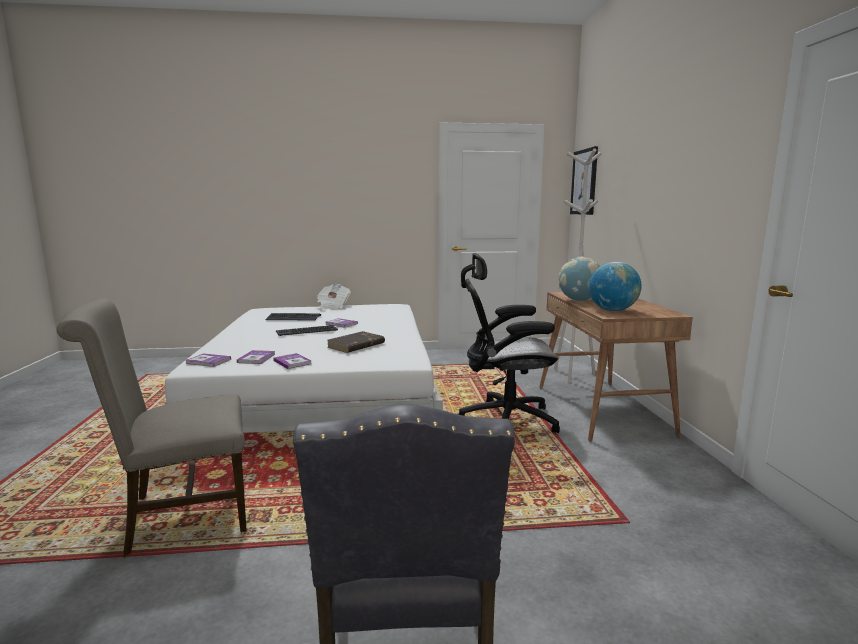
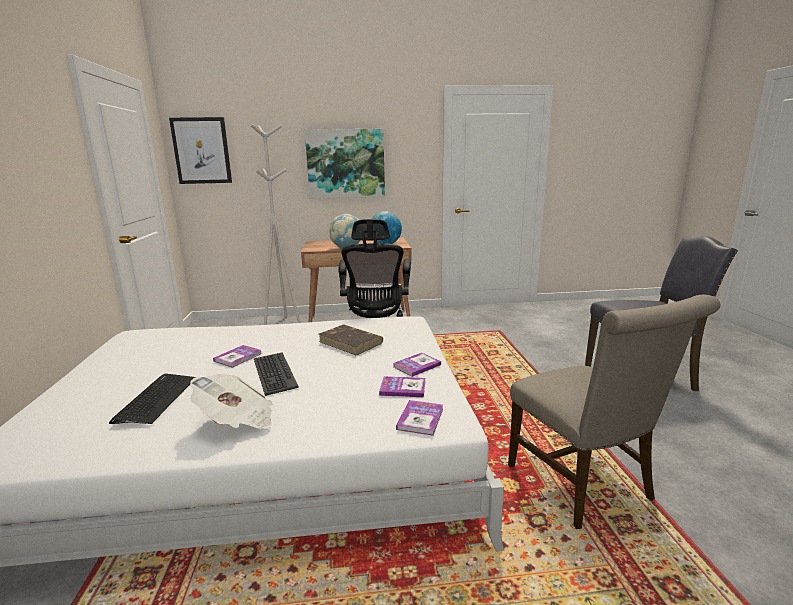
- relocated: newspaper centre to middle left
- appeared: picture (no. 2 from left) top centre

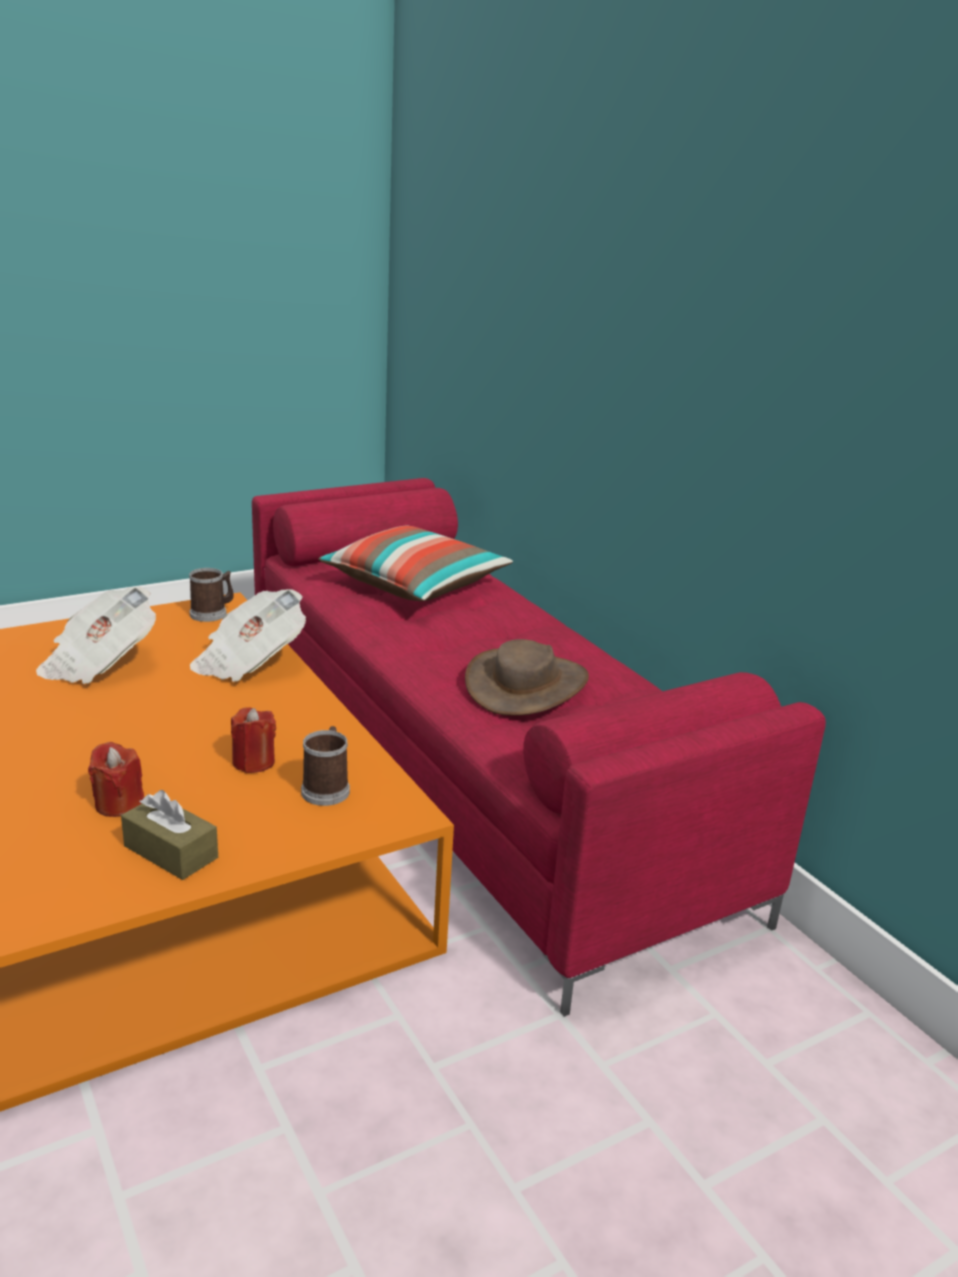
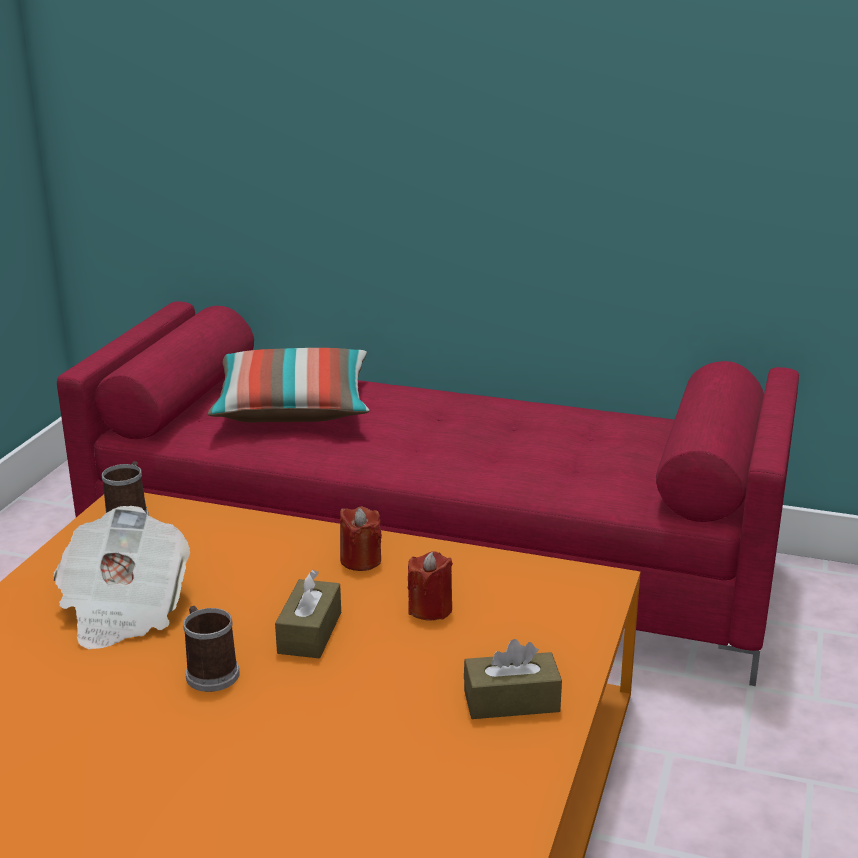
- relocated: mug (no. 2 from left) centre to bottom left
- appeared: brown-coloured tissue box (no. 1 from left) bottom centre
- relocated: red wax candle (no. 1 from left) middle left to centre
- missing: newspaper (no. 2 from left) middle left
- missing: brown-coloured clothing hat centre

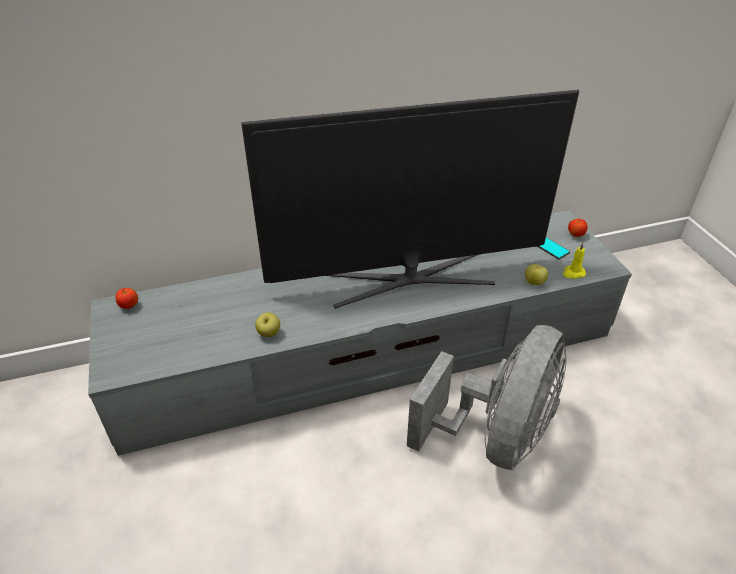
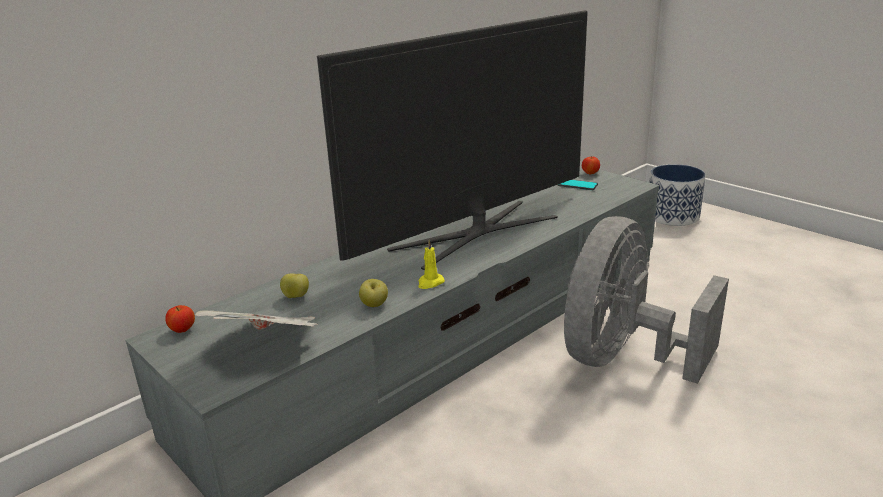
- appeared: newspaper middle left
- relocated: whole apple (no. 3 from left in the first image) middle right to whole apple (no. 2 from left) middle left
- relocated: yellowish wax candle middle right to centre
- spun: grey fan bottom centre = middle right 150 degrees counterclockwise
- appeared: planter middle right

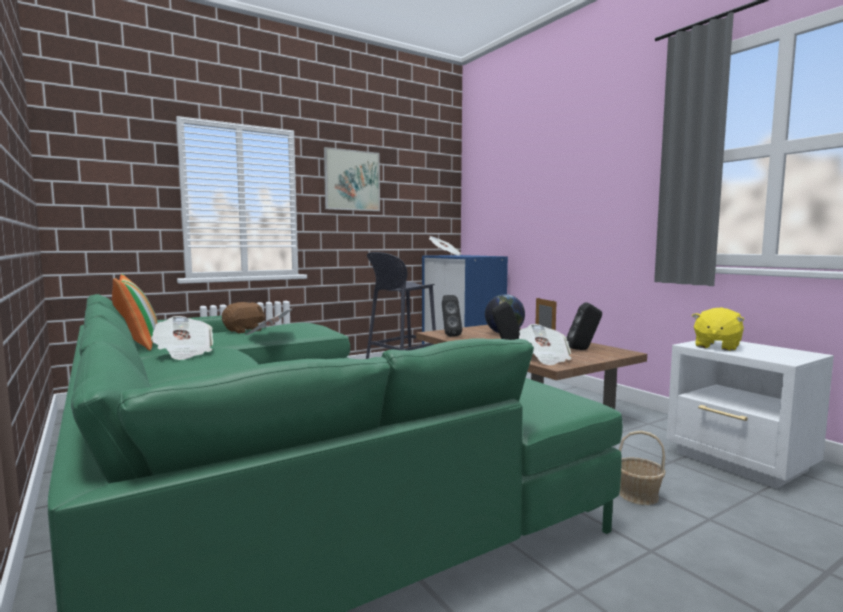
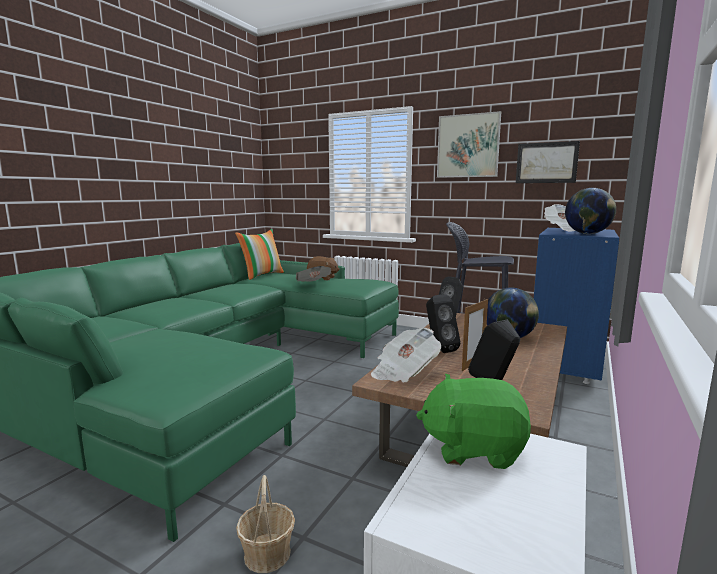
- colour: yellowish plush toy middle right to green-coloured plush toy bottom centre
- appeared: picture (no. 2 from left) top right
- appeared: globe (no. 2 from left) middle right
- missing: newspaper (no. 1 from left) middle left

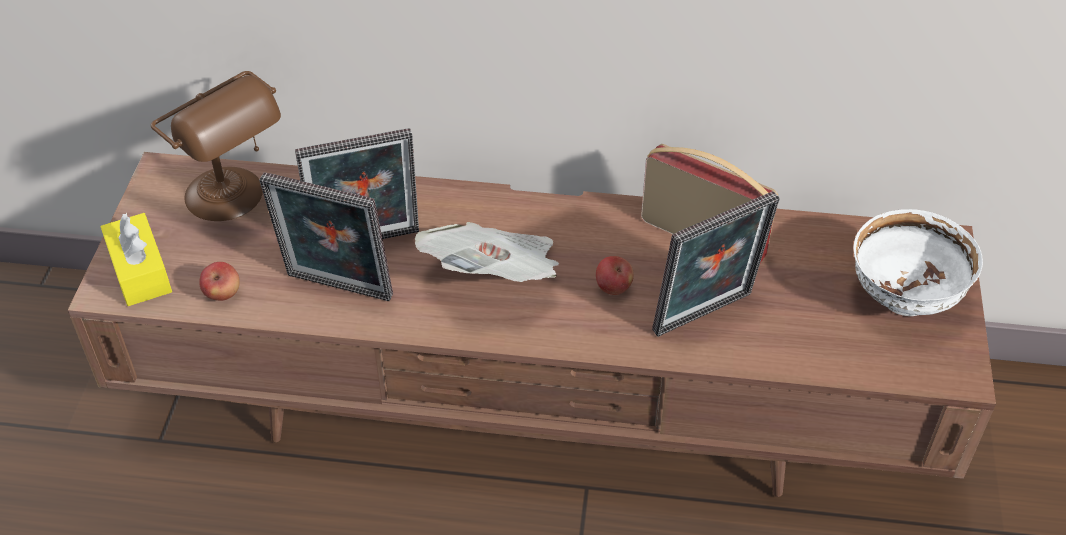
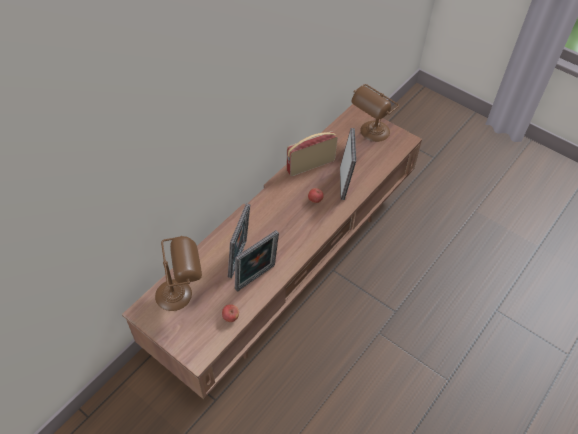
- exchanged: white-coloured serving bowl middle right to brown-coloured tabletop lamp (no. 2 from left) top centre
- missing: yellowish tissue box middle left
- missing: newspaper centre

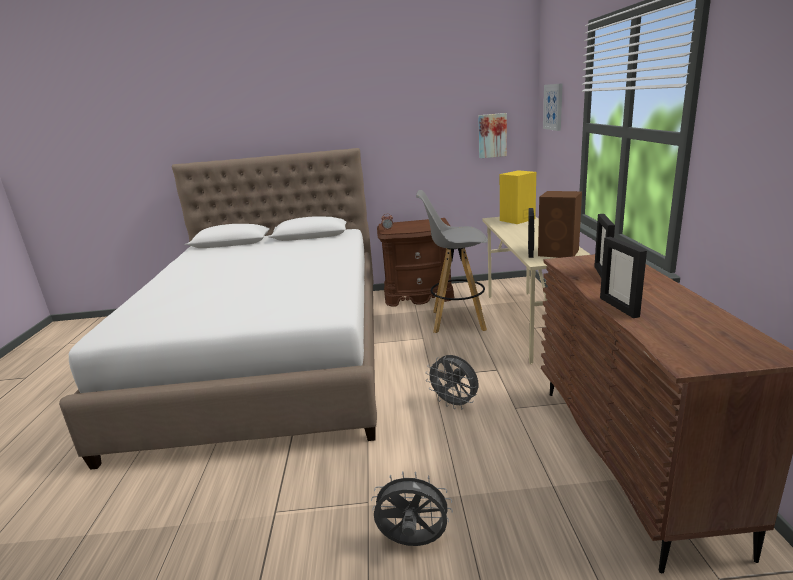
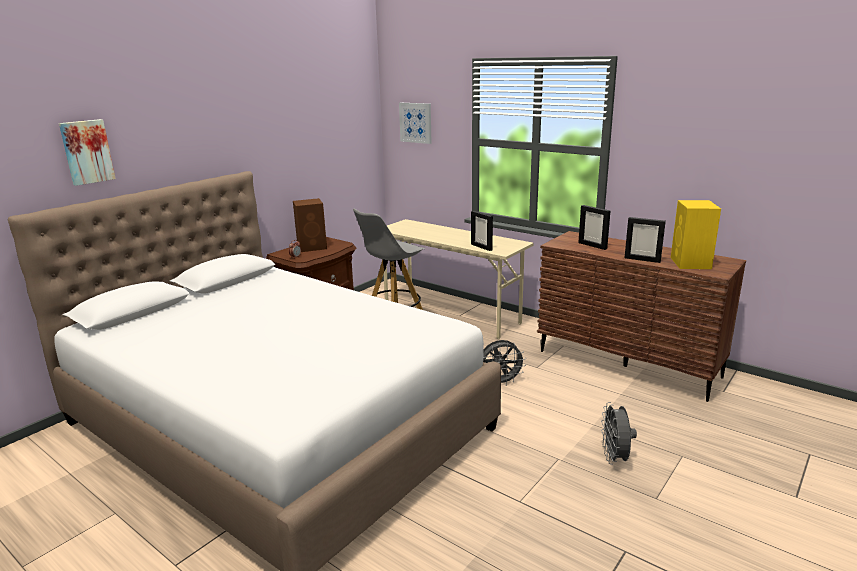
- relocated: picture (no. 1 from left) top centre to top left
- relocated: brown-coloured audio speaker middle right to centre
- spun: grey fan (no. 1 from left in the first image) bottom centre = bottom right 45 degrees counterclockwise
- relocated: yellowish audio speaker centre to middle right

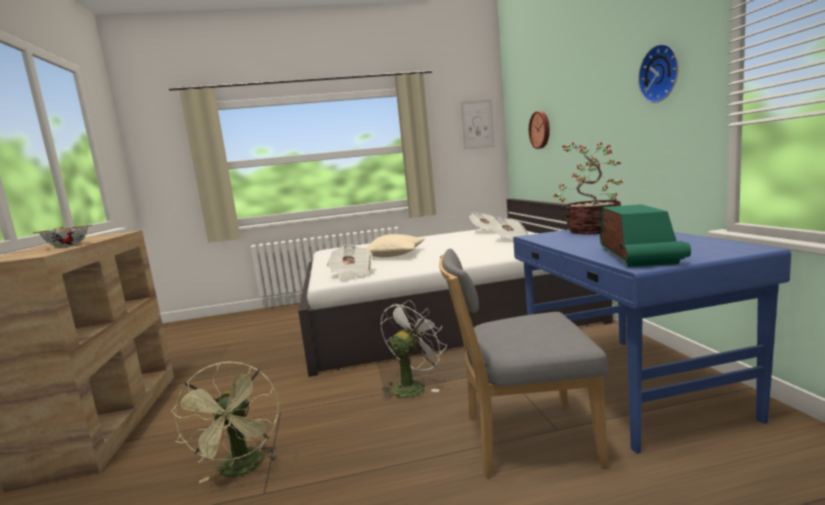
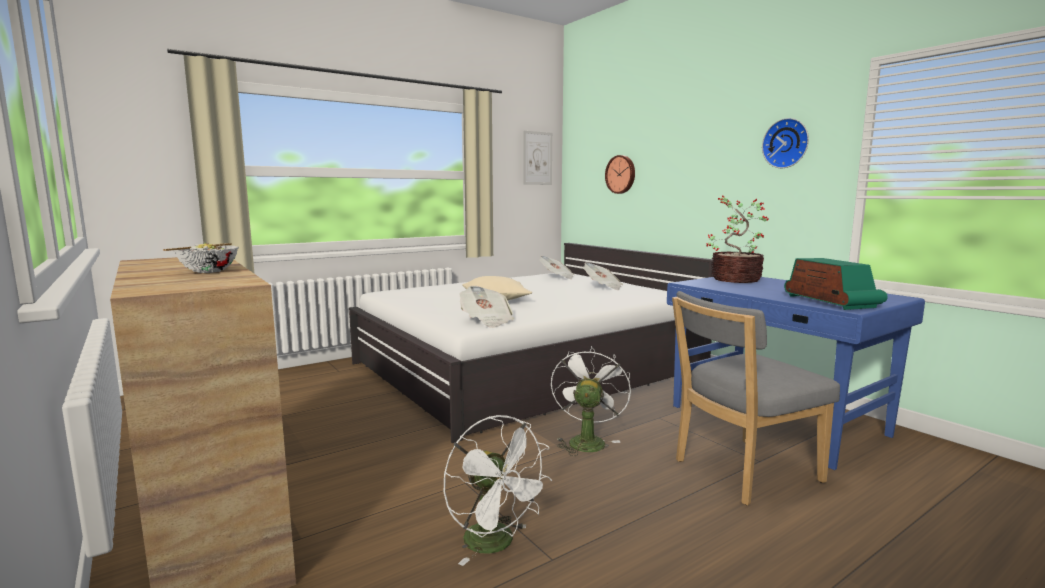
- colour: green-coloured fan bottom left to white-coloured fan (no. 1 from left) bottom centre

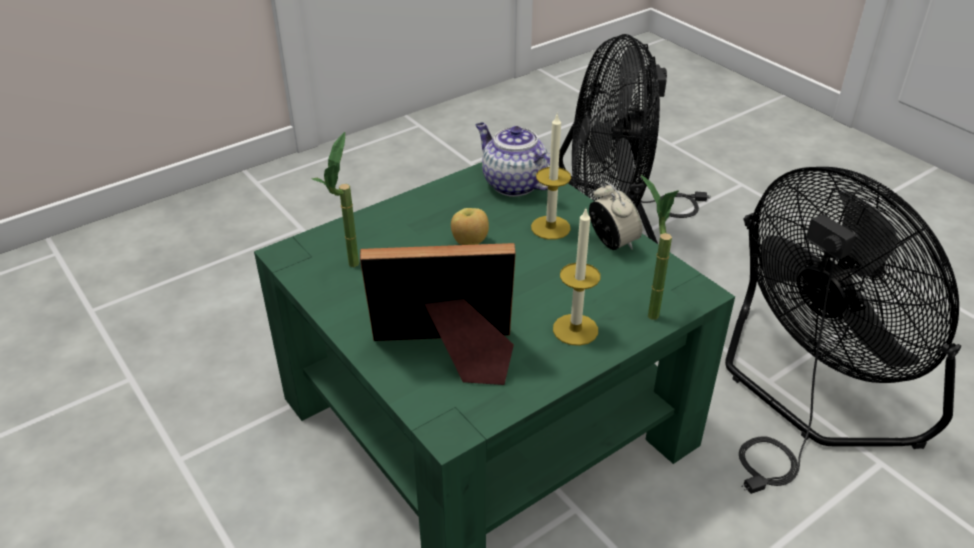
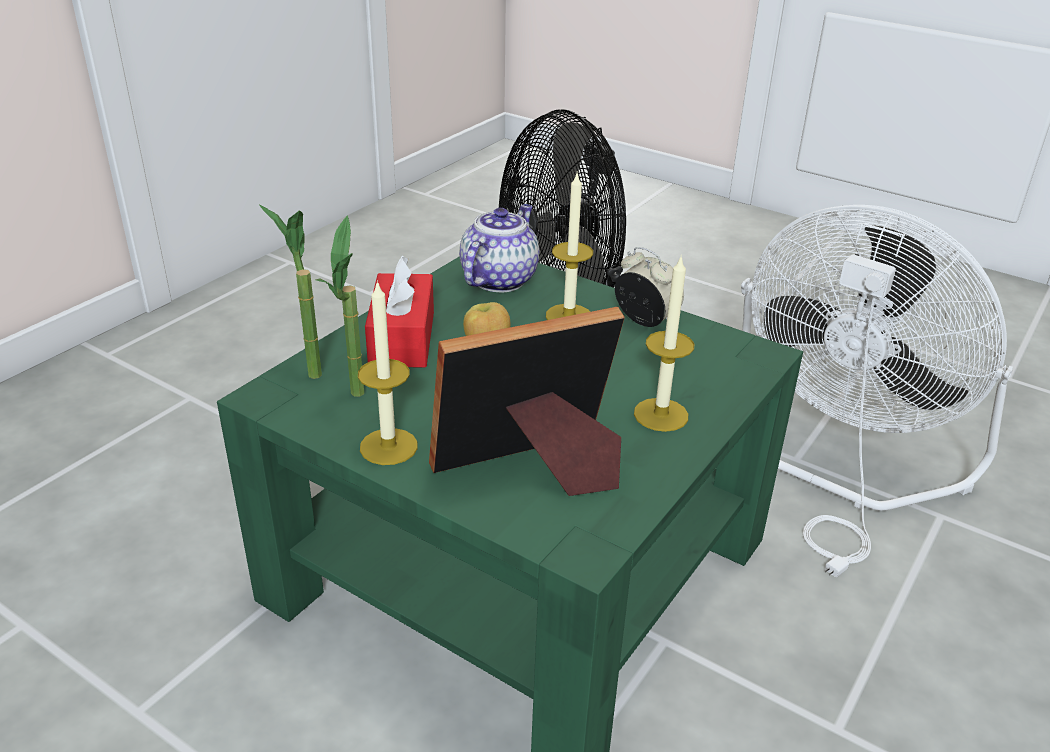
- relocated: plant in a pot (no. 2 from left in the first image) middle right to plant in a pot (no. 1 from left) middle left
- appeared: wax candle (no. 1 from left) centre
- appeared: red tissue box centre
- spun: teapot top centre = top centre 90 degrees clockwise
- colour: black-coloured fan (no. 2 from left) middle right to white-coloured fan middle right

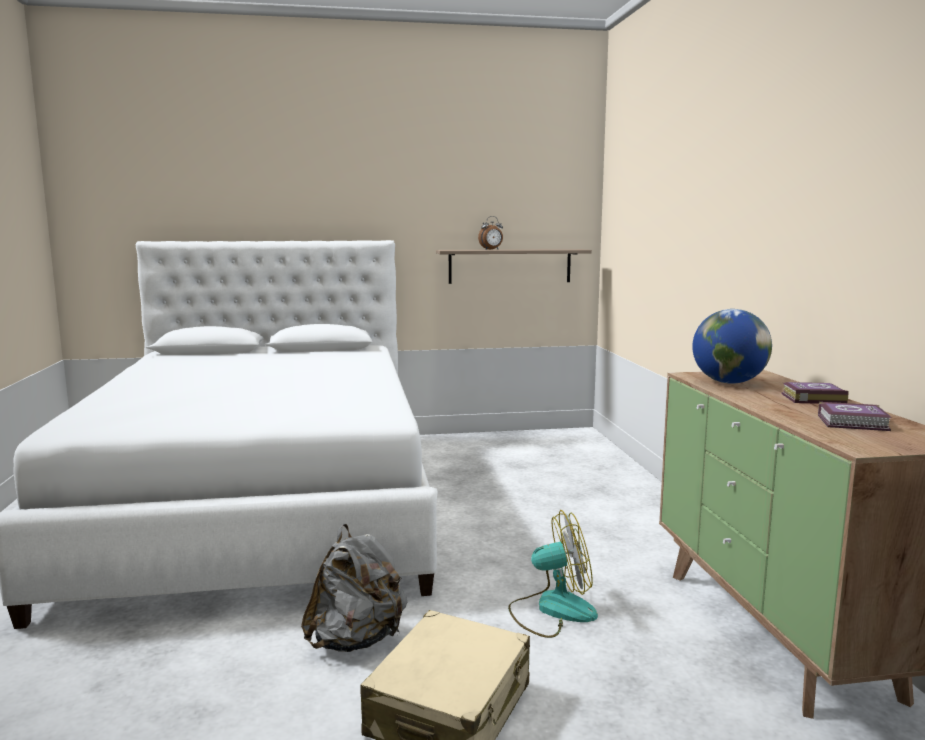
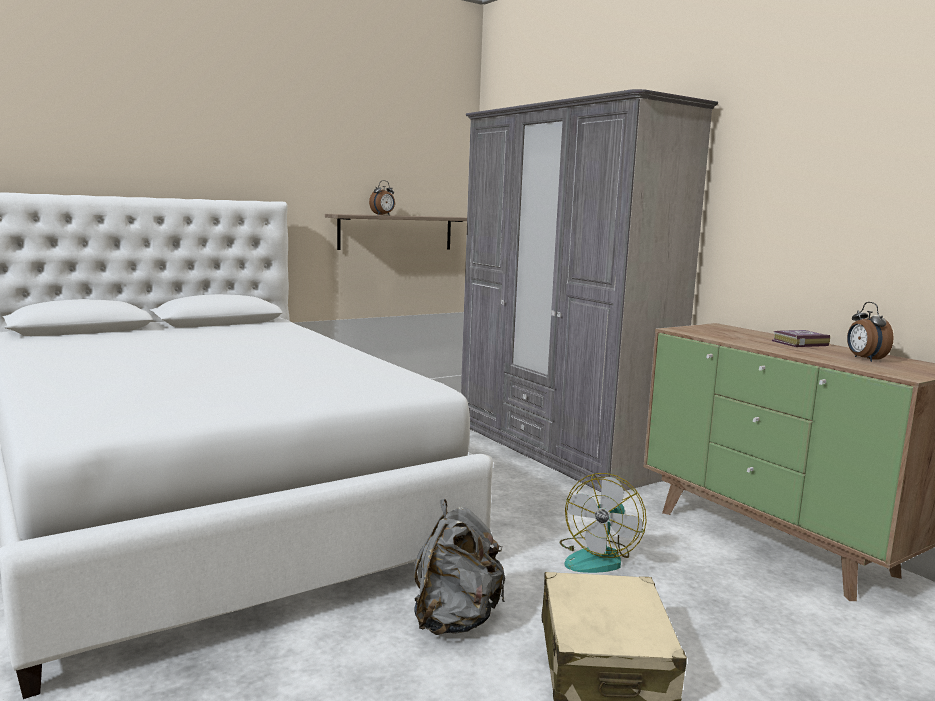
- appeared: grey wardrobe centre
- spun: fan bottom centre = bottom centre 150 degrees clockwise
- exchanged: bound book (no. 2 from left) middle right to table clock (no. 2 from left) middle right
- missing: globe middle right

